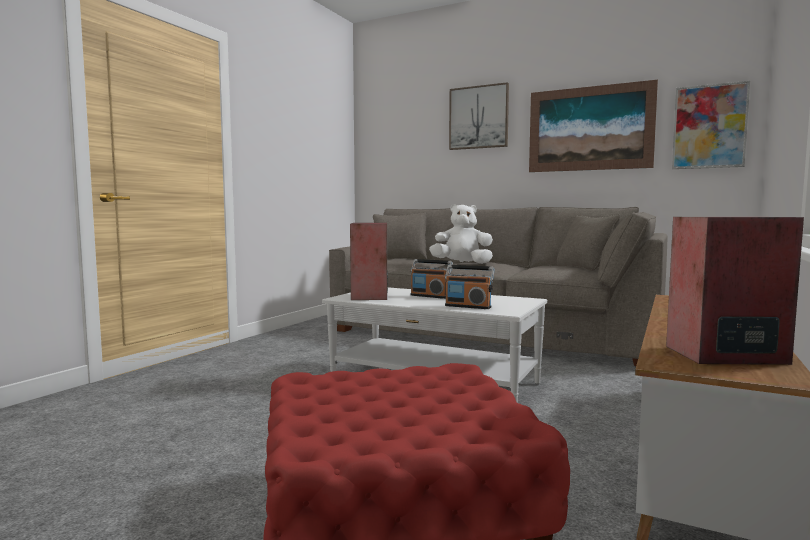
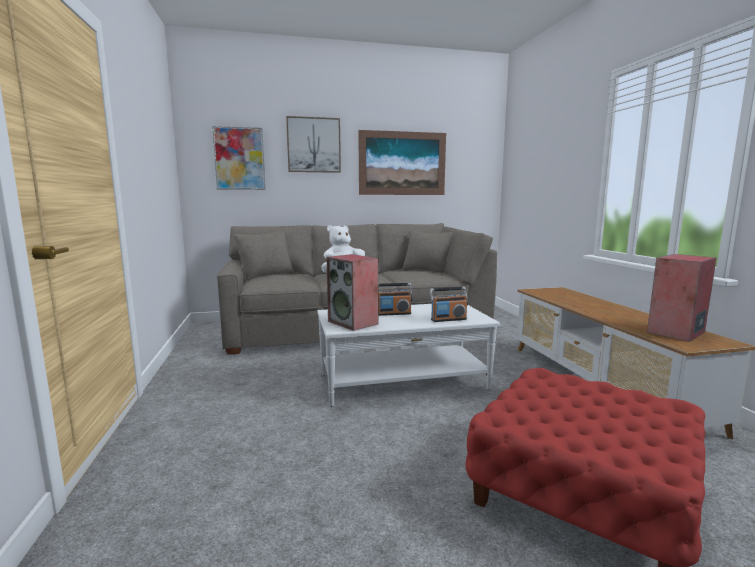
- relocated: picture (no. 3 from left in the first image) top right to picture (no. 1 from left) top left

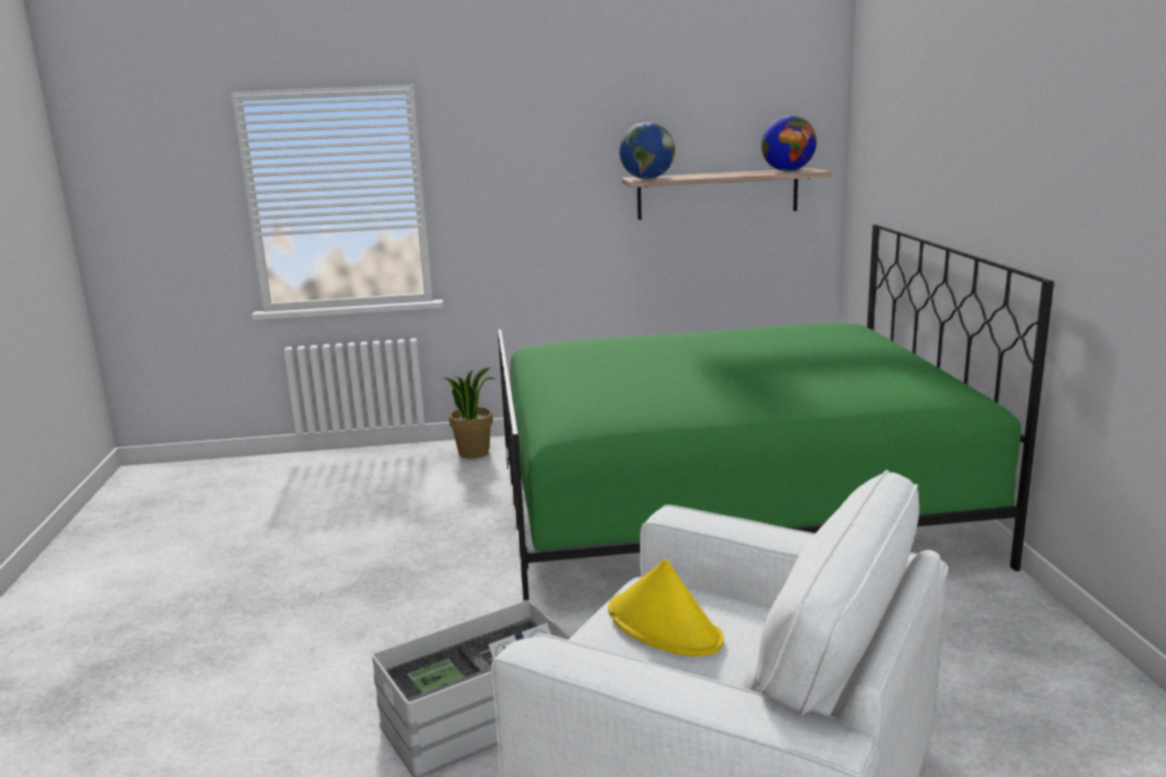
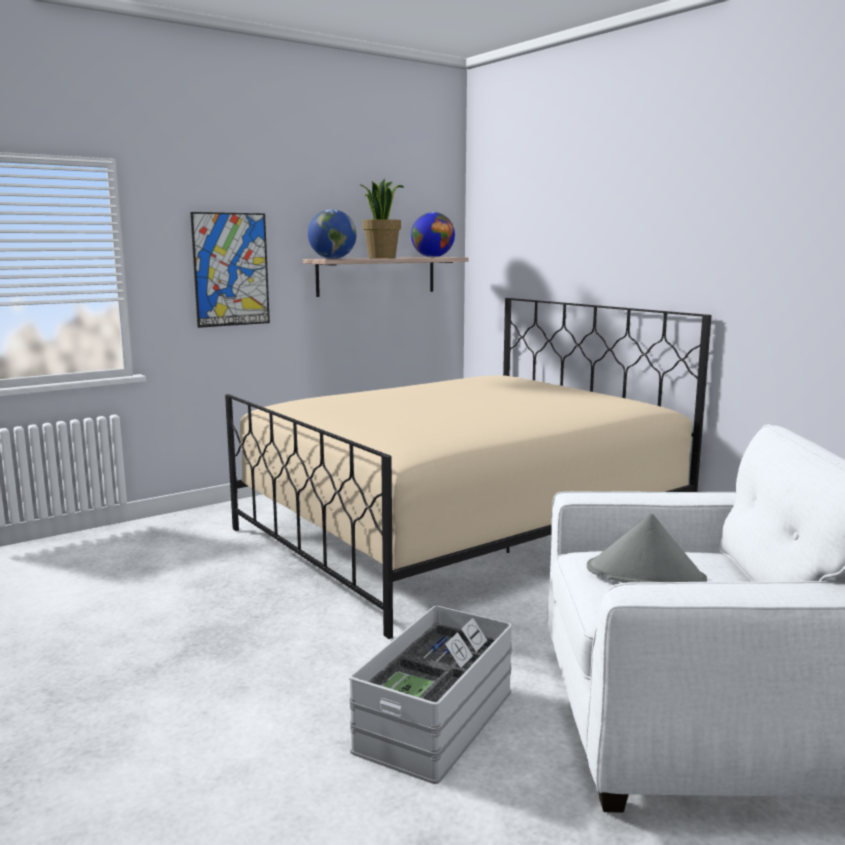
- appeared: picture top left
- colour: green-coloured bedroom bed centre to beige-coloured bedroom bed centre
- relocated: plant in a pot centre to top centre
- colour: yellowish clothing hat bottom centre to grey clothing hat middle right

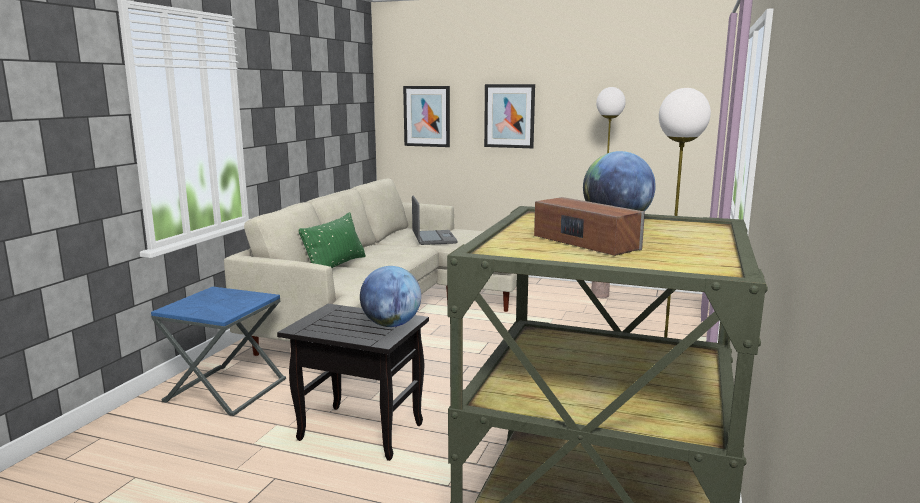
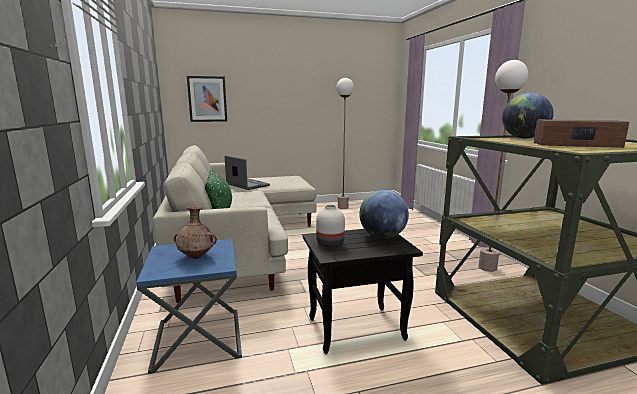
- appeared: brown-coloured vase middle left
- appeared: white-coloured vase centre
- missing: picture (no. 2 from left) top centre

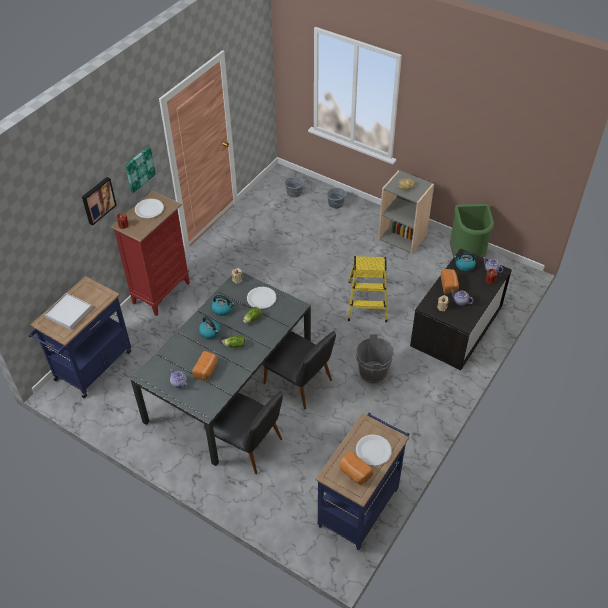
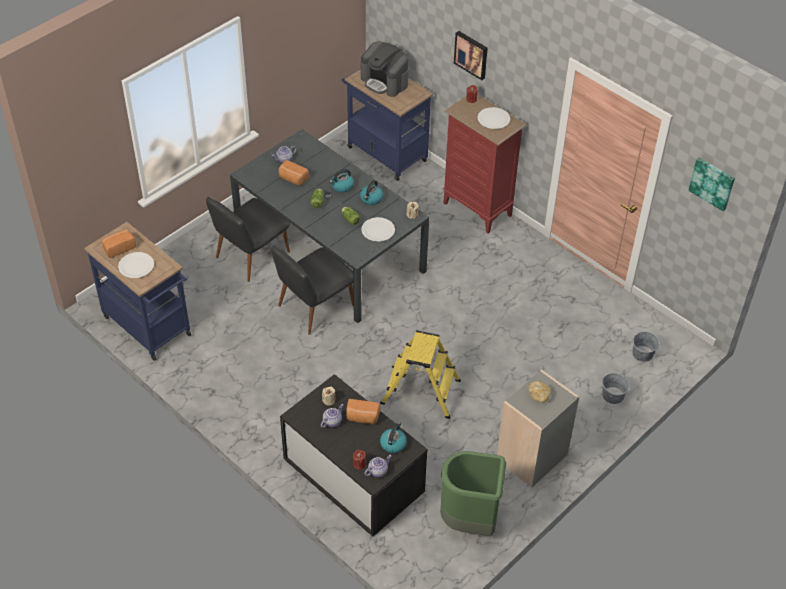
- exchanged: white-coloured serving tray middle left to coffee machine top centre
- relocated: picture (no. 2 from left) top left to top right
- missing: grey water bucket (no. 3 from left) centre

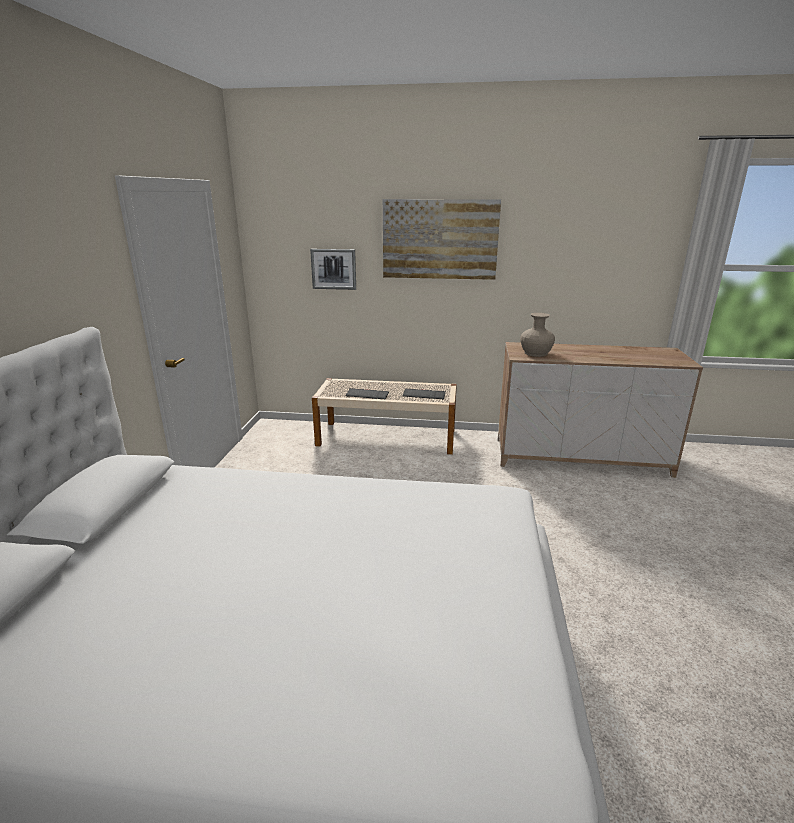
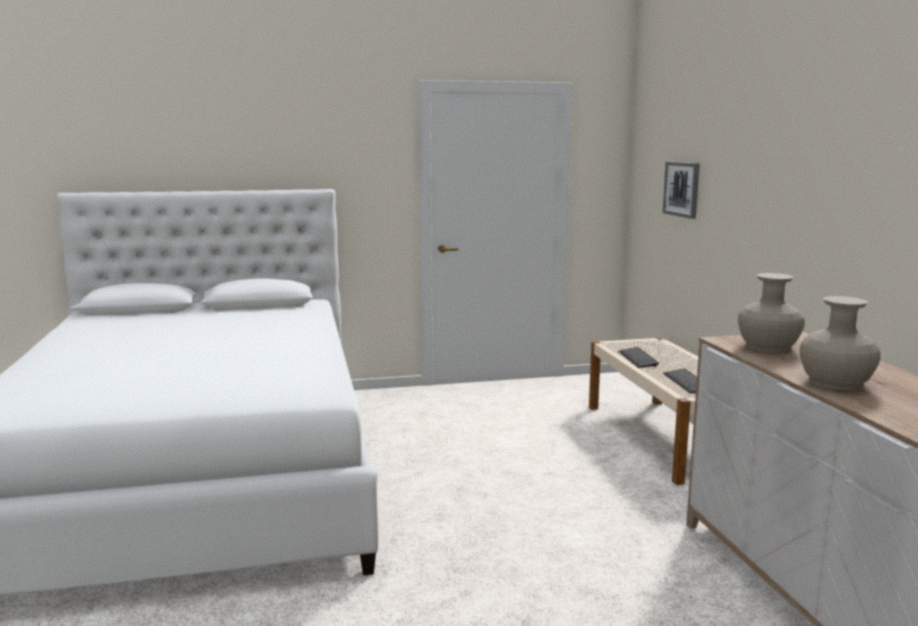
- appeared: beige-coloured vase (no. 2 from left) middle right
- missing: picture (no. 2 from left) top centre

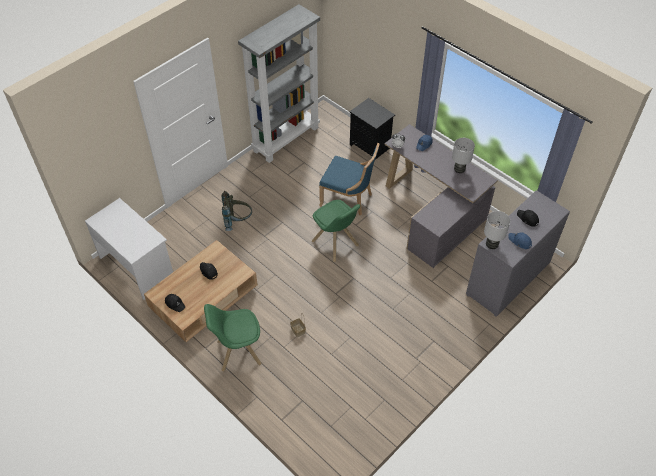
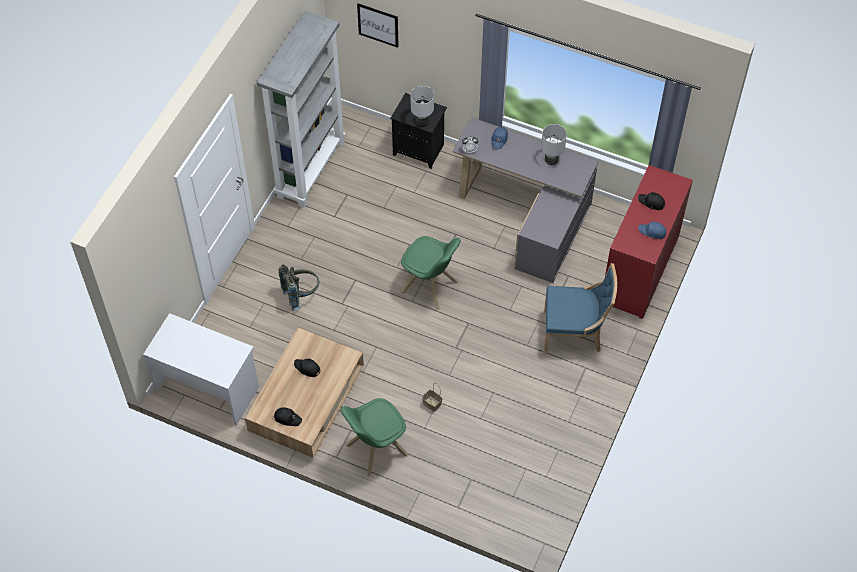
- appeared: picture top centre
- relocated: grey tabletop lamp (no. 2 from left in the first image) middle right to grey tabletop lamp (no. 1 from left) top centre
- relocated: blue upright chair centre to middle right
- colour: grey drawer chest middle right to red drawer chest middle right

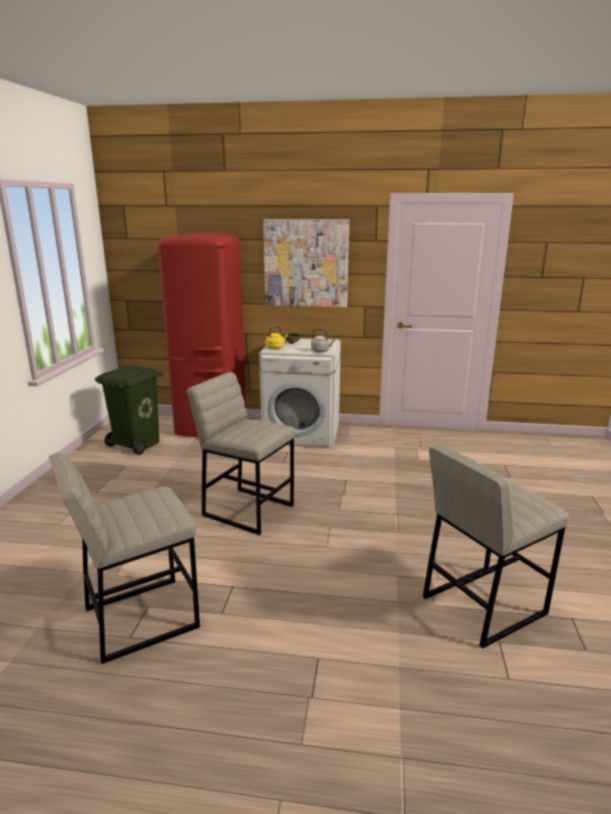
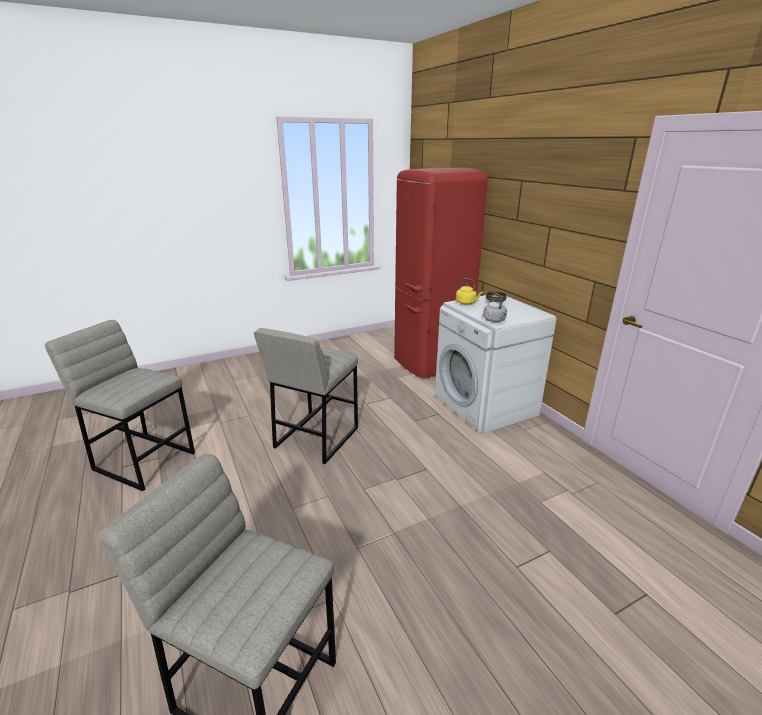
- spun: grey upright chair (no. 2 from left in the first image) centre = centre 150 degrees counterclockwise
- missing: green-coloured trash can middle left
- missing: picture top centre

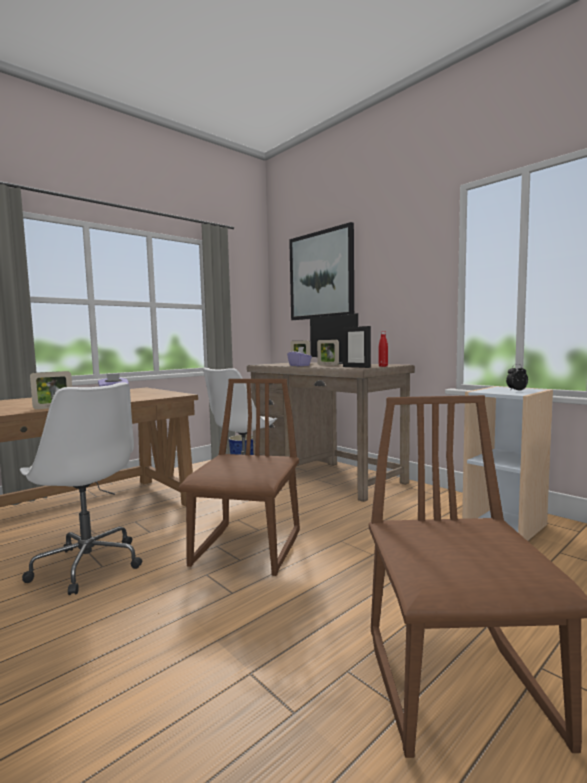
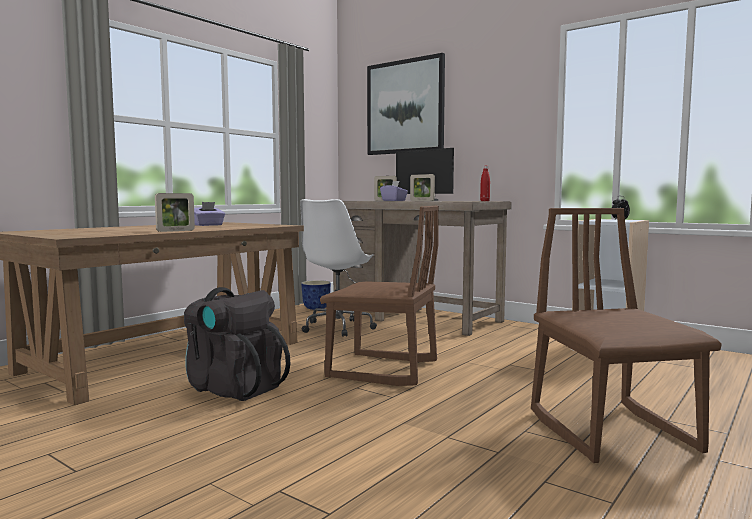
- exchanged: white-coloured computer chair (no. 1 from left) middle left to black-coloured rucksack middle left
- spun: brown-coloured upright chair (no. 1 from left) centre = centre 105 degrees clockwise
- missing: picture frame (no. 4 from left) centre

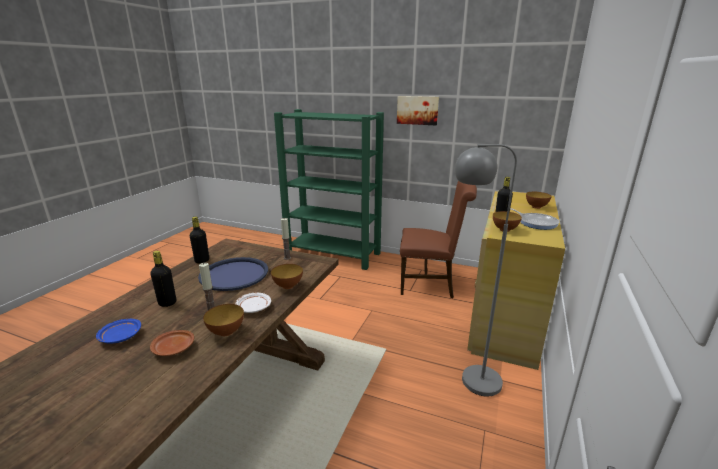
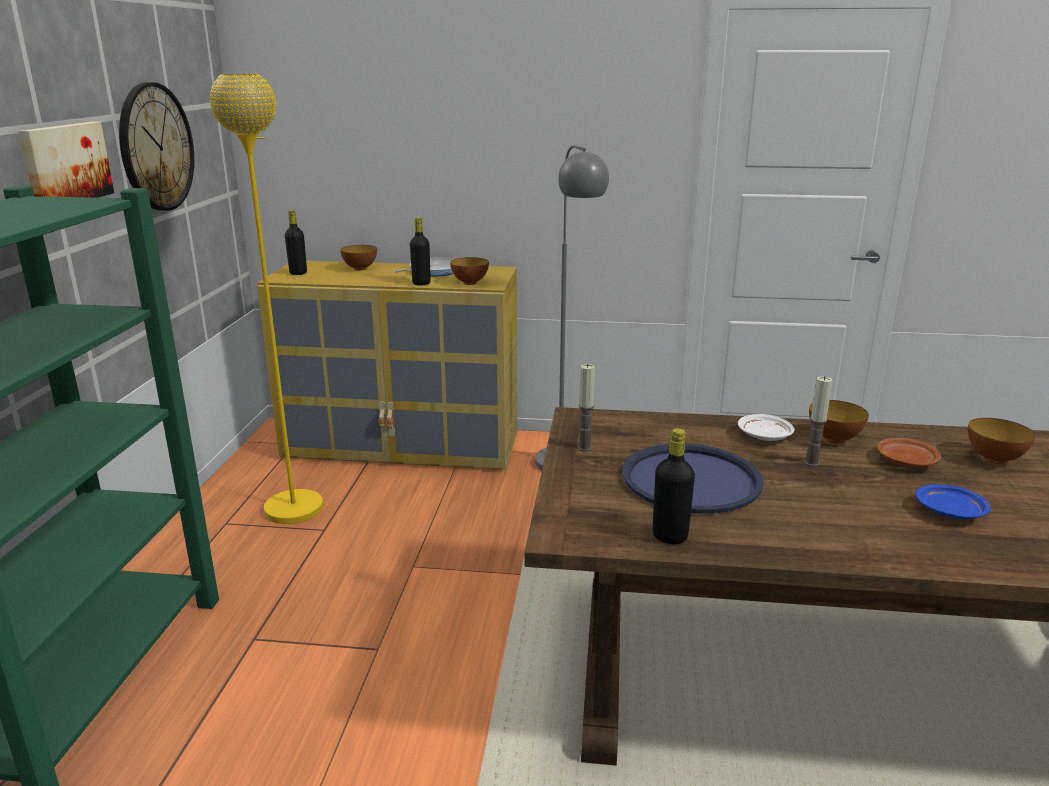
- appeared: hanging clock top left
- exchanged: brown-coloured upright chair centre to yellowish standing lamp middle left
- relocated: black-coloured bottle (no. 1 from left) middle left to top left
- relocated: serving bowl (no. 2 from left in the first image) centre to serving bowl (no. 4 from left) middle right

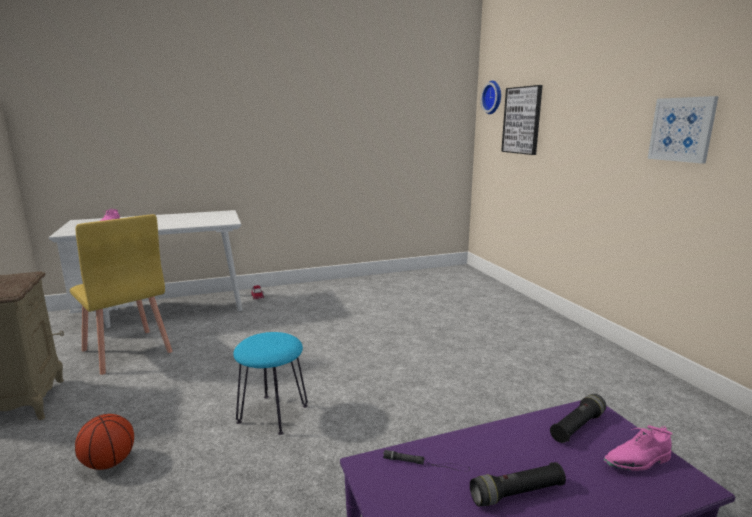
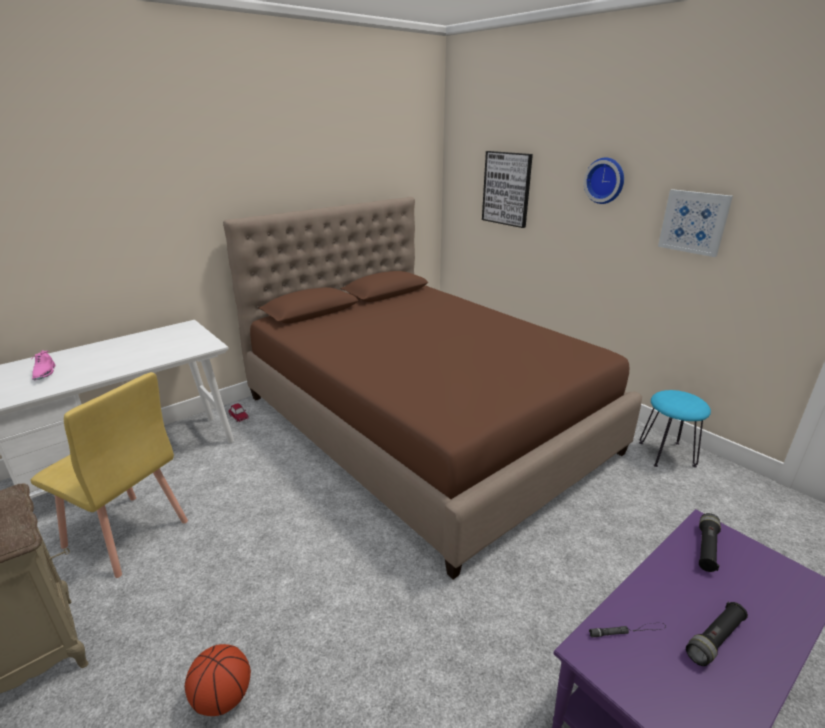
- appeared: brown-coloured bedroom bed centre
- relocated: hanging clock top centre to top right
- relocated: turquoise stool bottom centre to middle right
- missing: pink-coloured item of footwear (no. 2 from left) bottom right

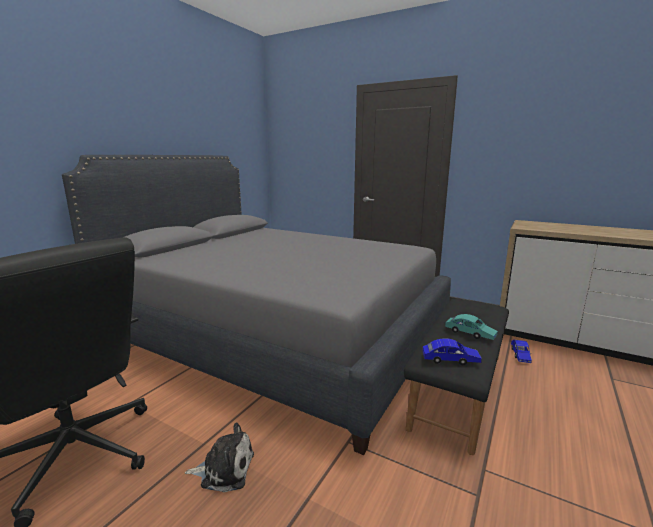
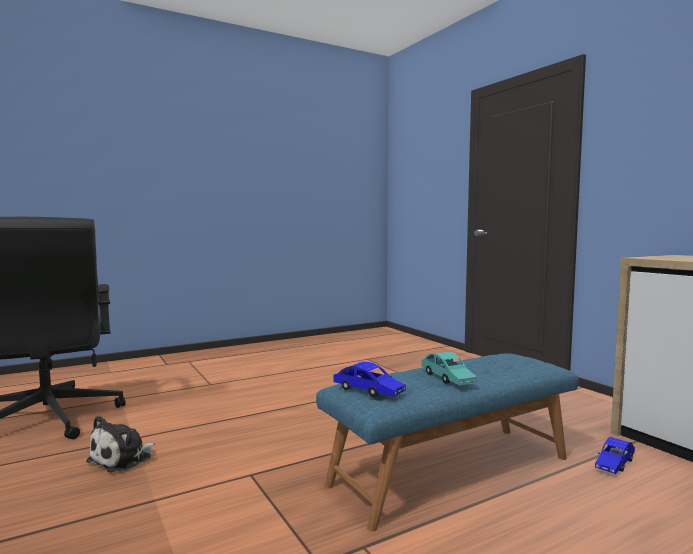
- spun: plush toy bottom centre = bottom left 90 degrees clockwise
- colour: black-coloured bench bottom right to blue bench bottom centre
- missing: grey bedroom bed centre

